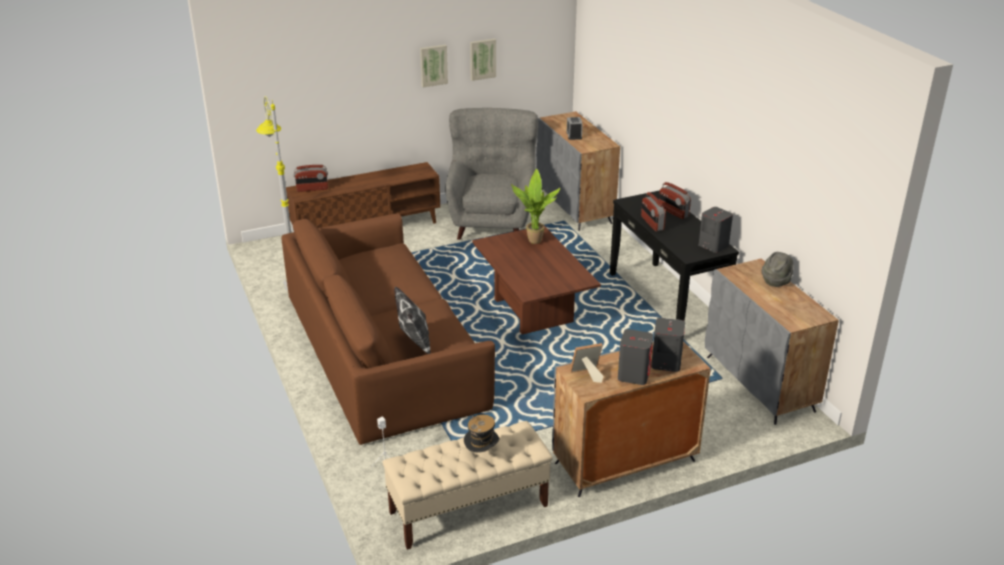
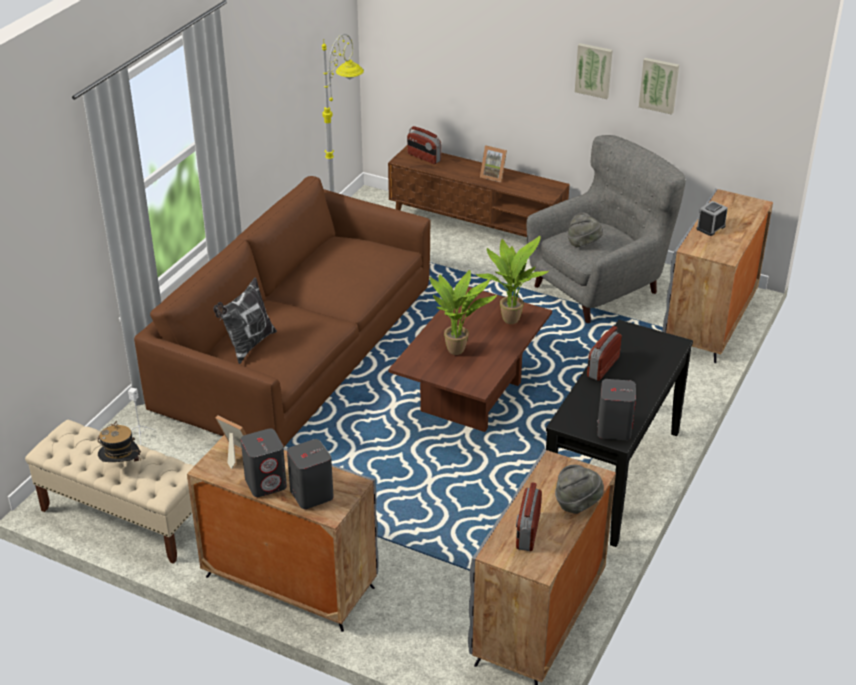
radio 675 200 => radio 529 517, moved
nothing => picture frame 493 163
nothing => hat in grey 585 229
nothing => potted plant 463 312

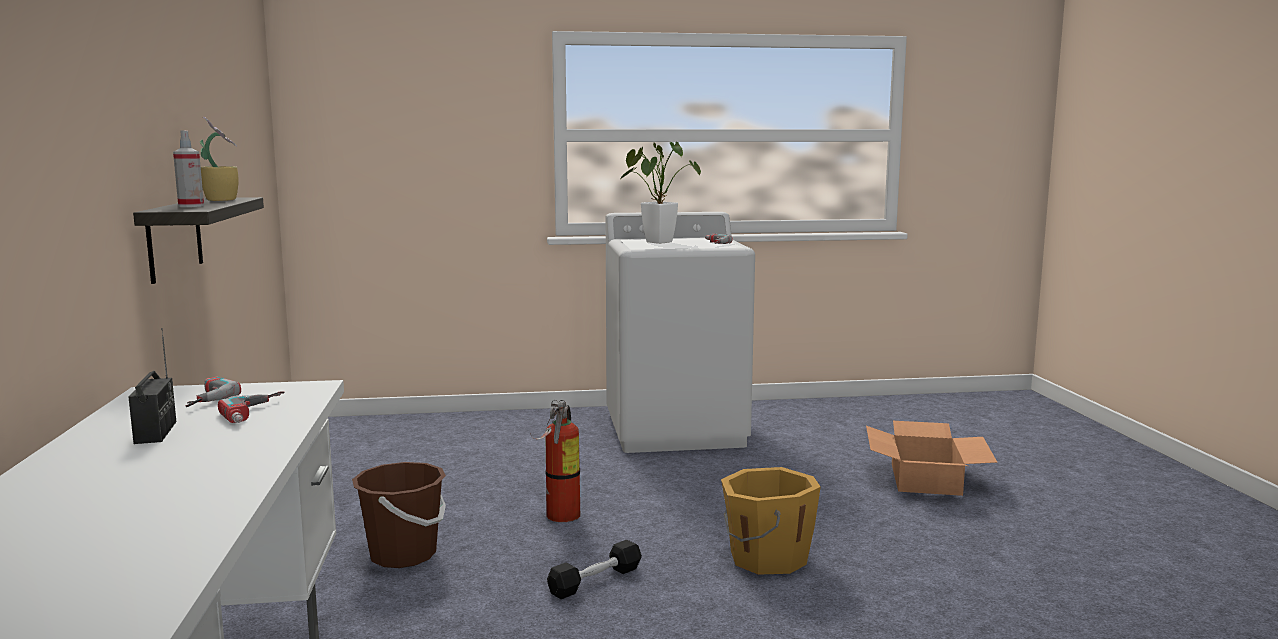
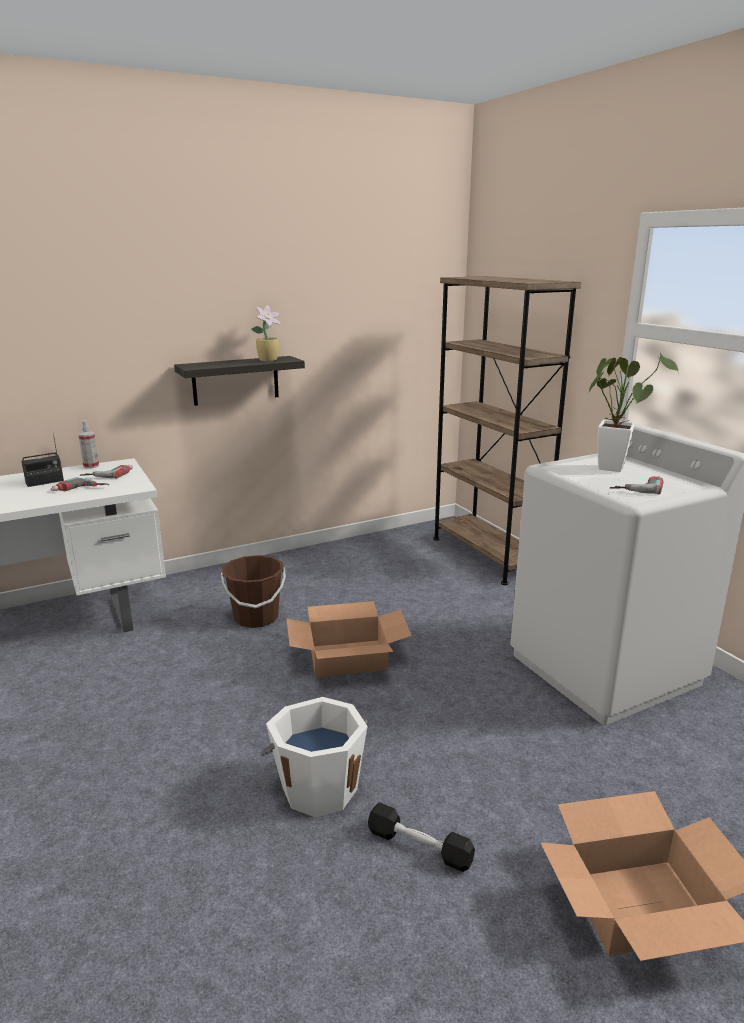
spray bottle 188 168 => spray bottle 88 444, moved
fire extinguisher 555 461 => cardboard box 349 639
bucket in orange 771 521 => bucket in white 314 757
dumbbell in black 594 569 => dumbbell in black 421 837, moved
nothing => bookcase in brown 507 430

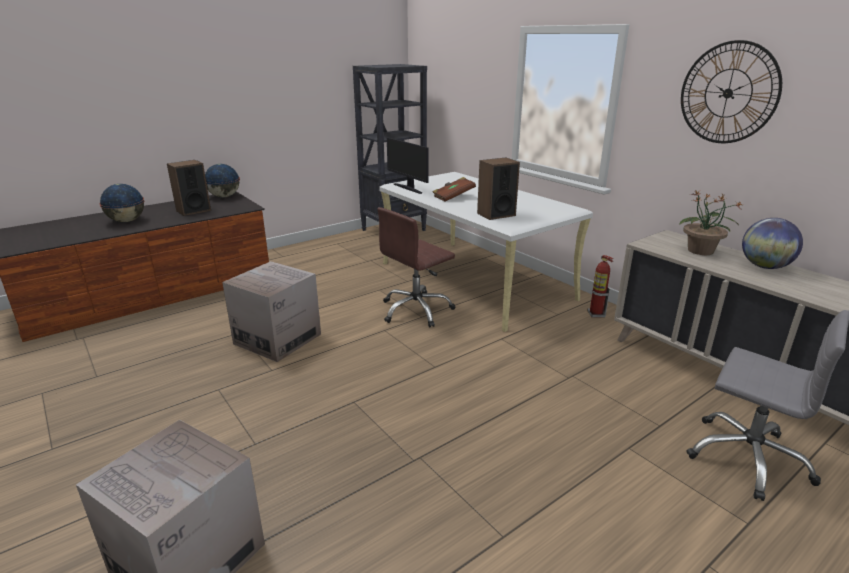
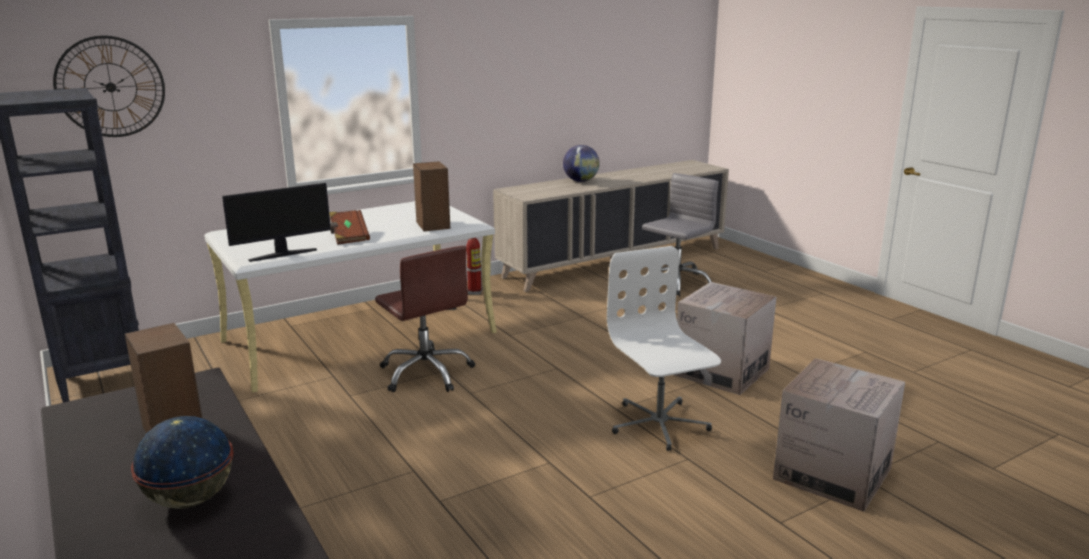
wall clock 731 91 => wall clock 109 86, moved
globe 222 181 => nothing
potted plant 710 223 => nothing
cardboard box 271 311 => cardboard box 725 338, moved
nothing => office chair in white 664 348

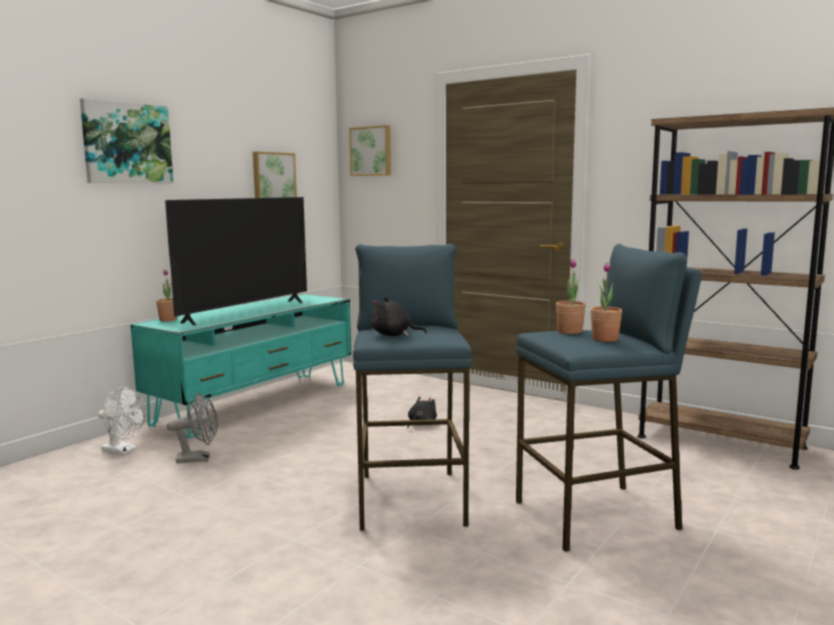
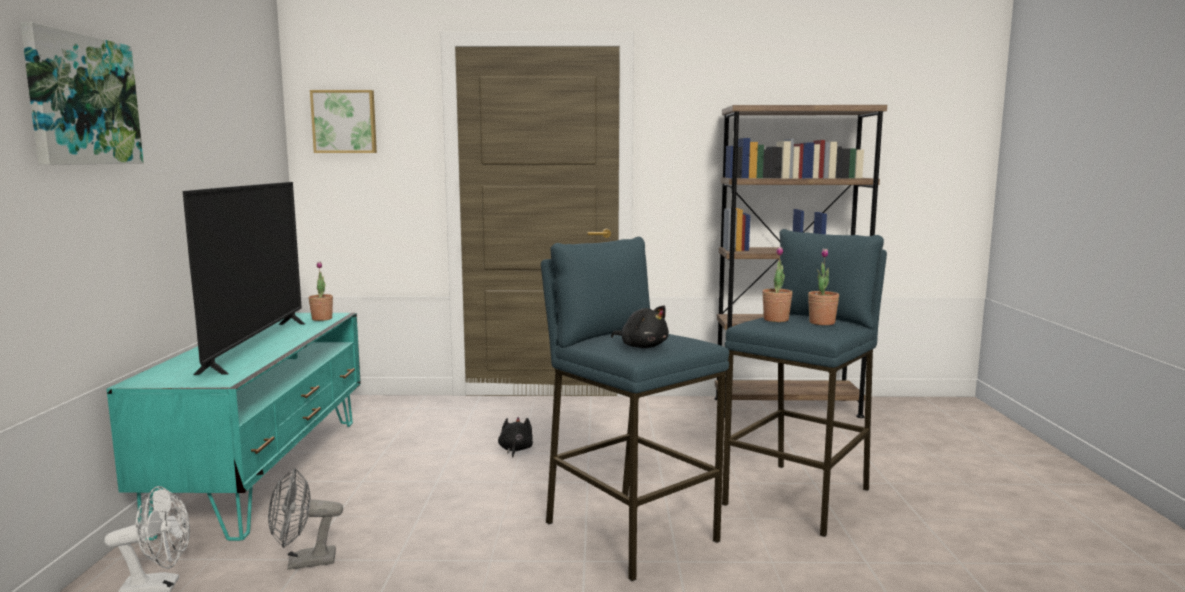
picture 275 174 => nothing
potted plant 166 295 => potted plant 320 291, moved
plush toy in black 398 316 => plush toy in black 640 327, 120 degrees counterclockwise
fan in grey 192 427 => fan in grey 305 519, 150 degrees counterclockwise

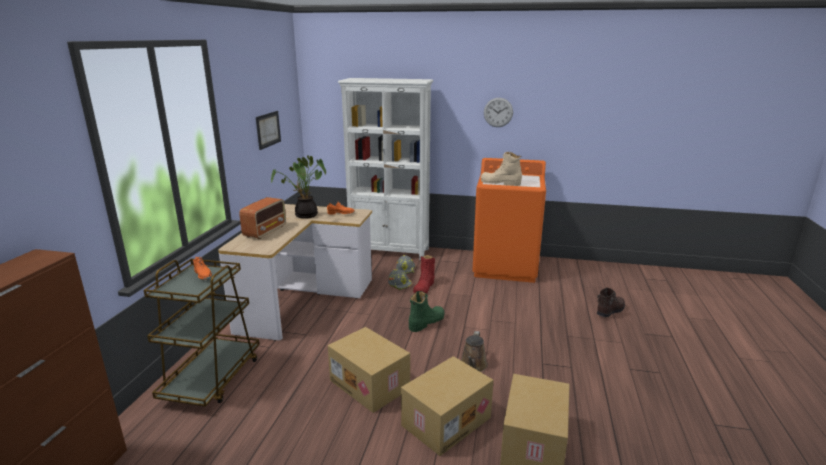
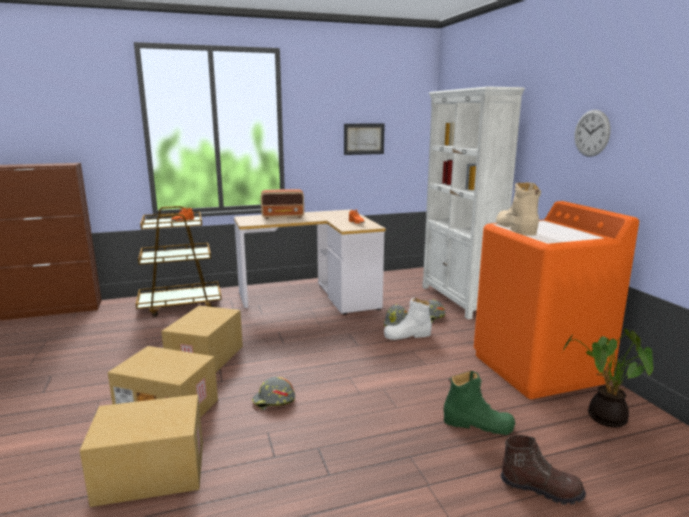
potted plant 298 187 => potted plant 608 378, moved
boot in red 424 274 => boot in white 408 318
boot in green 426 311 => boot in green 479 403, moved
watering can in brown 474 351 => hard hat in grey 273 393

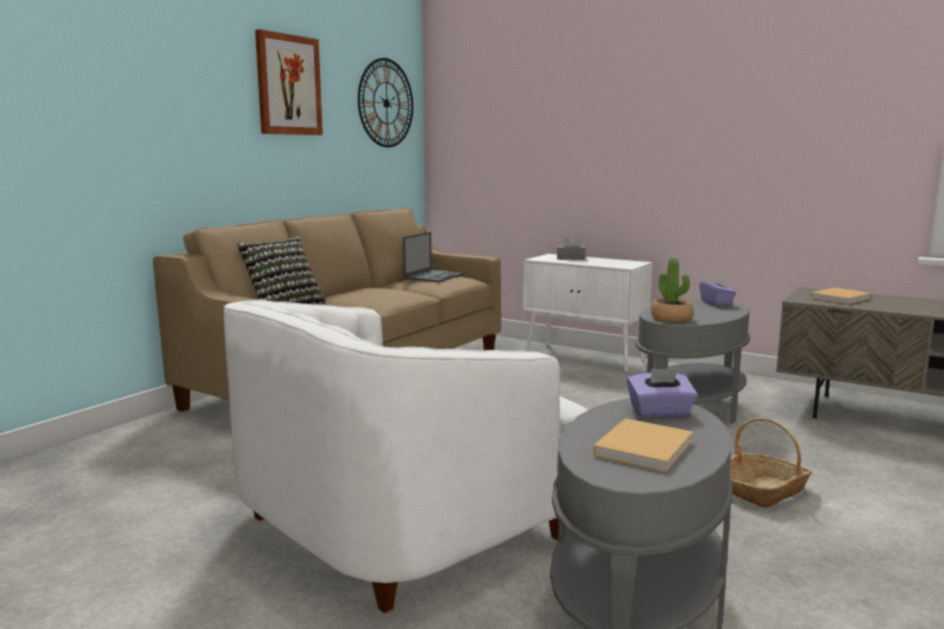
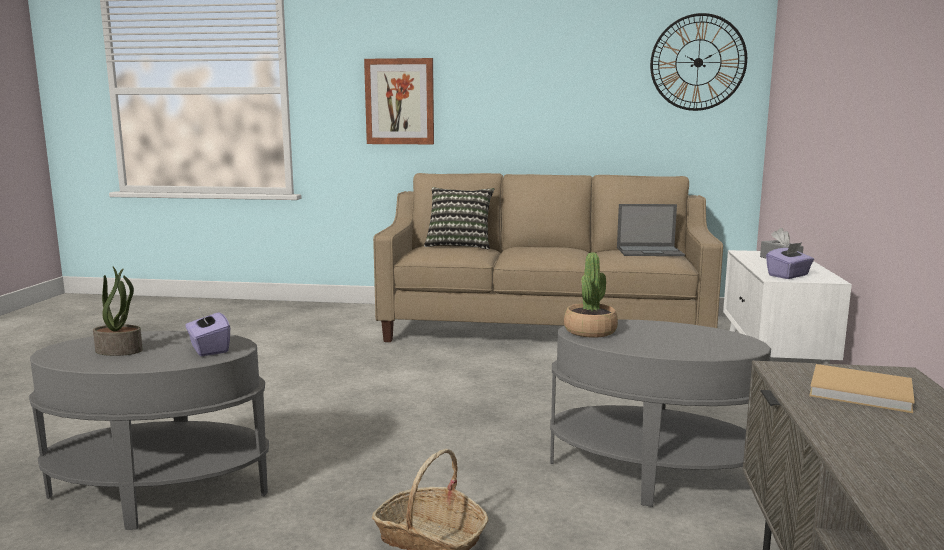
picture 289 82 => picture 399 101, moved
tissue box in purple 717 290 => tissue box in purple 790 260, moved
armchair in white 405 456 => nothing
book in beige 643 445 => potted plant 118 311

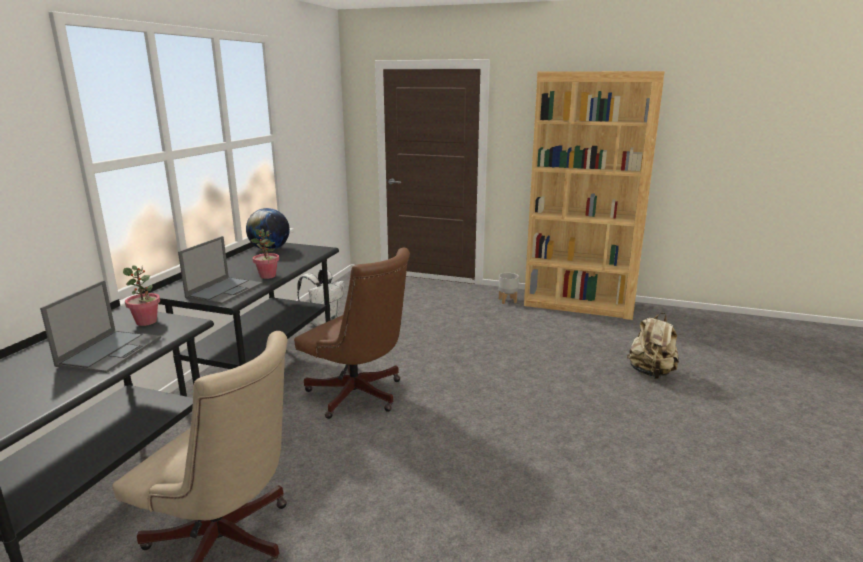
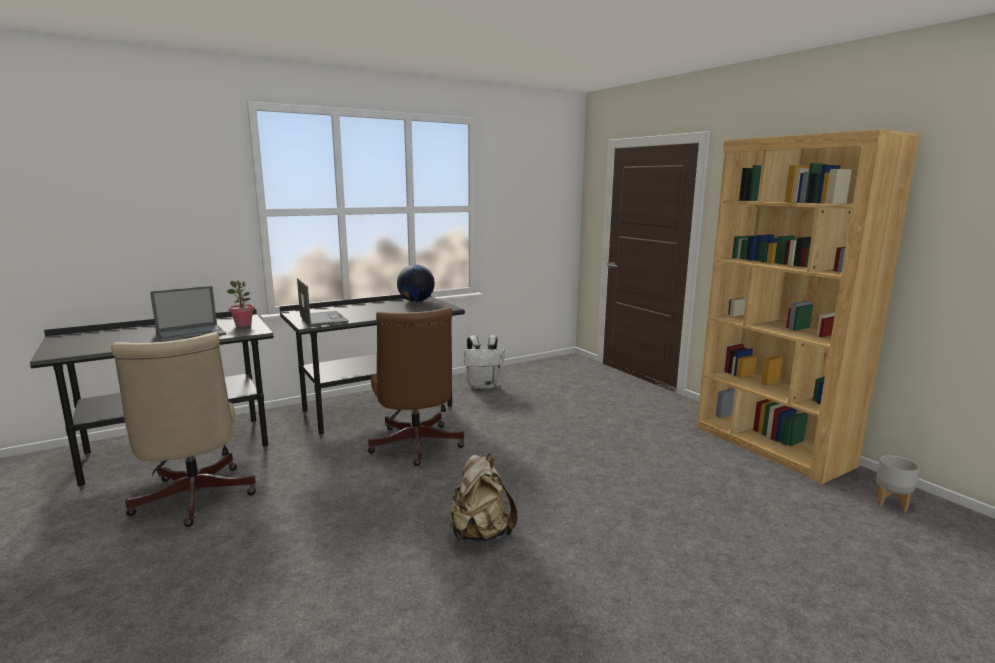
potted plant 264 254 => nothing
laptop 220 270 => laptop 323 302, 90 degrees counterclockwise
planter in grey 508 288 => planter in grey 897 483, moved
backpack in beige 653 346 => backpack in beige 483 498, moved

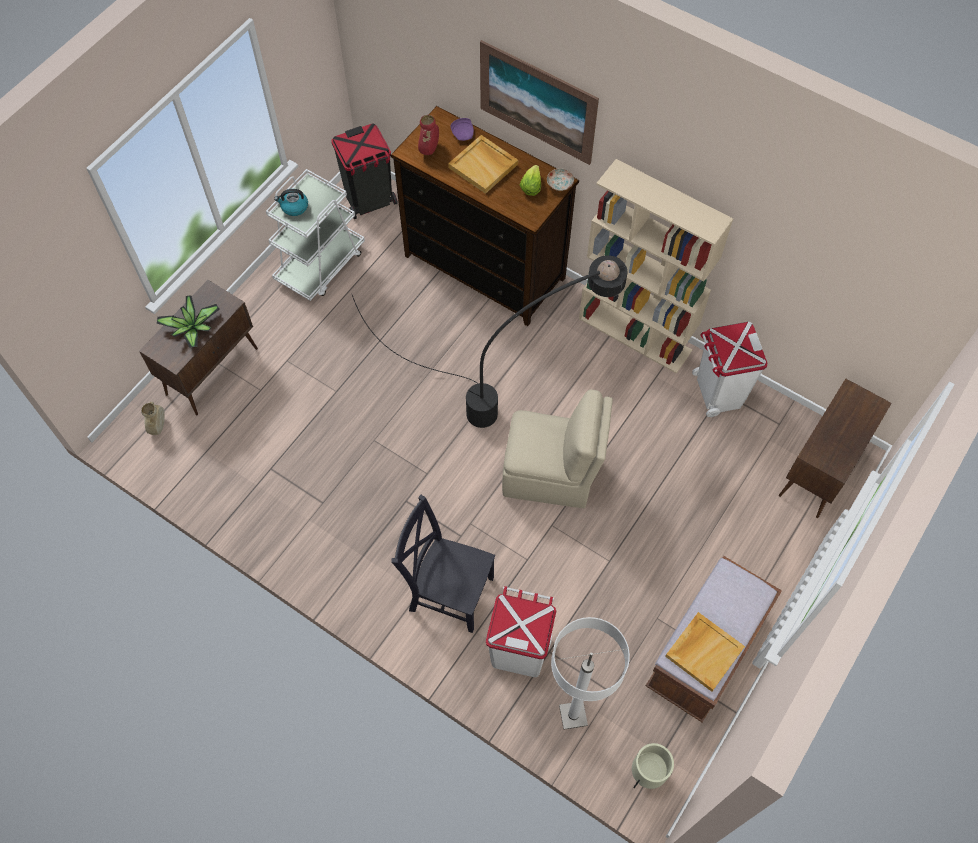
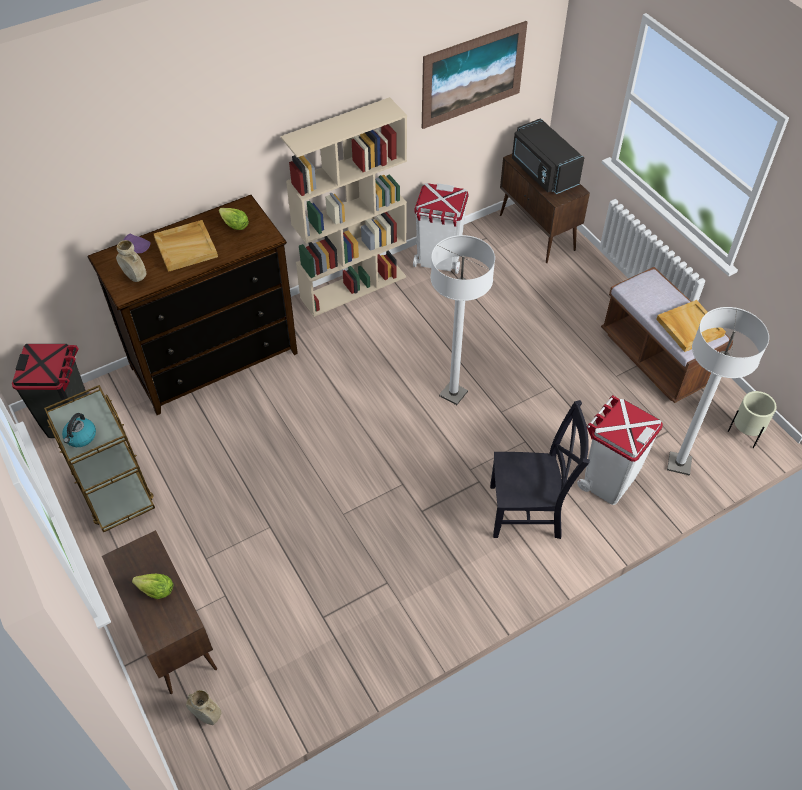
picture 539 102 => picture 474 75, moved
vase in red 428 135 => vase in beige 131 261
plate 560 179 => nothing
cart in white 315 235 => cart in brown 99 458
floor lamp in black 489 341 => nothing
potted plant 188 321 => lettuce 152 586
chair in beige 557 448 => floor lamp in white 462 320
chair in black 443 564 => chair in black 540 469, 135 degrees counterclockwise
nothing => microwave in black 548 156

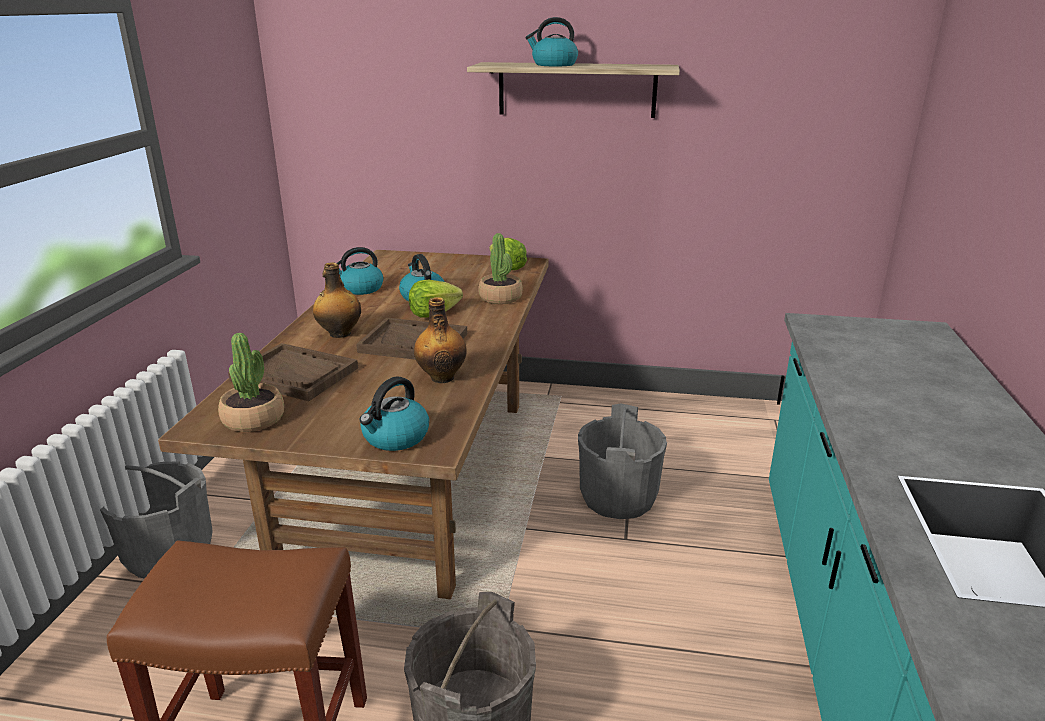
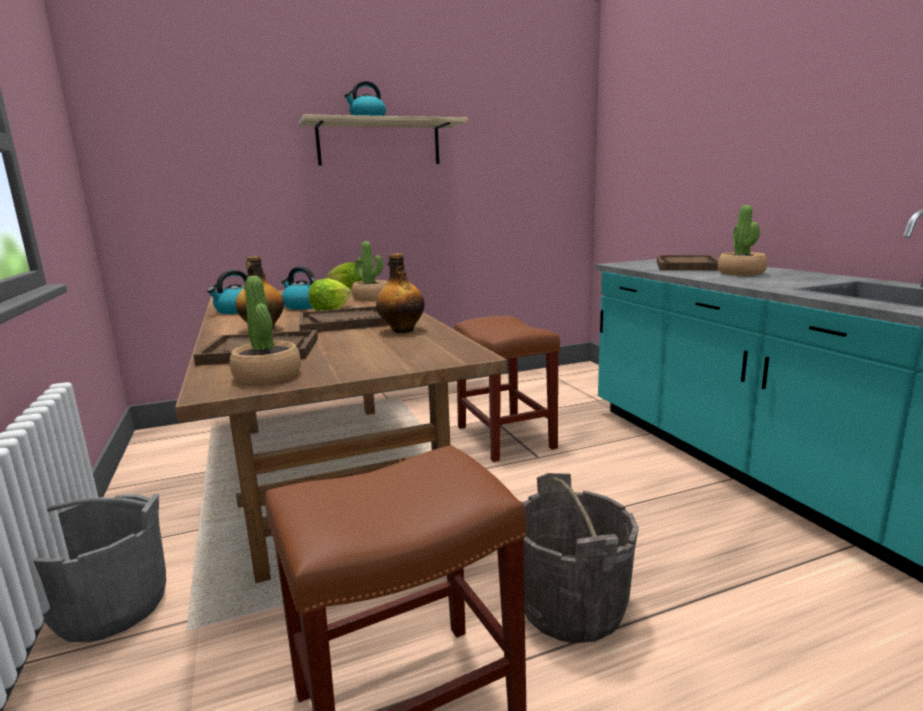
kettle 394 414 => nothing
bucket in grey 622 461 => stool in brown 507 389
nothing => potted plant 742 240
nothing => tray in brown 687 262

